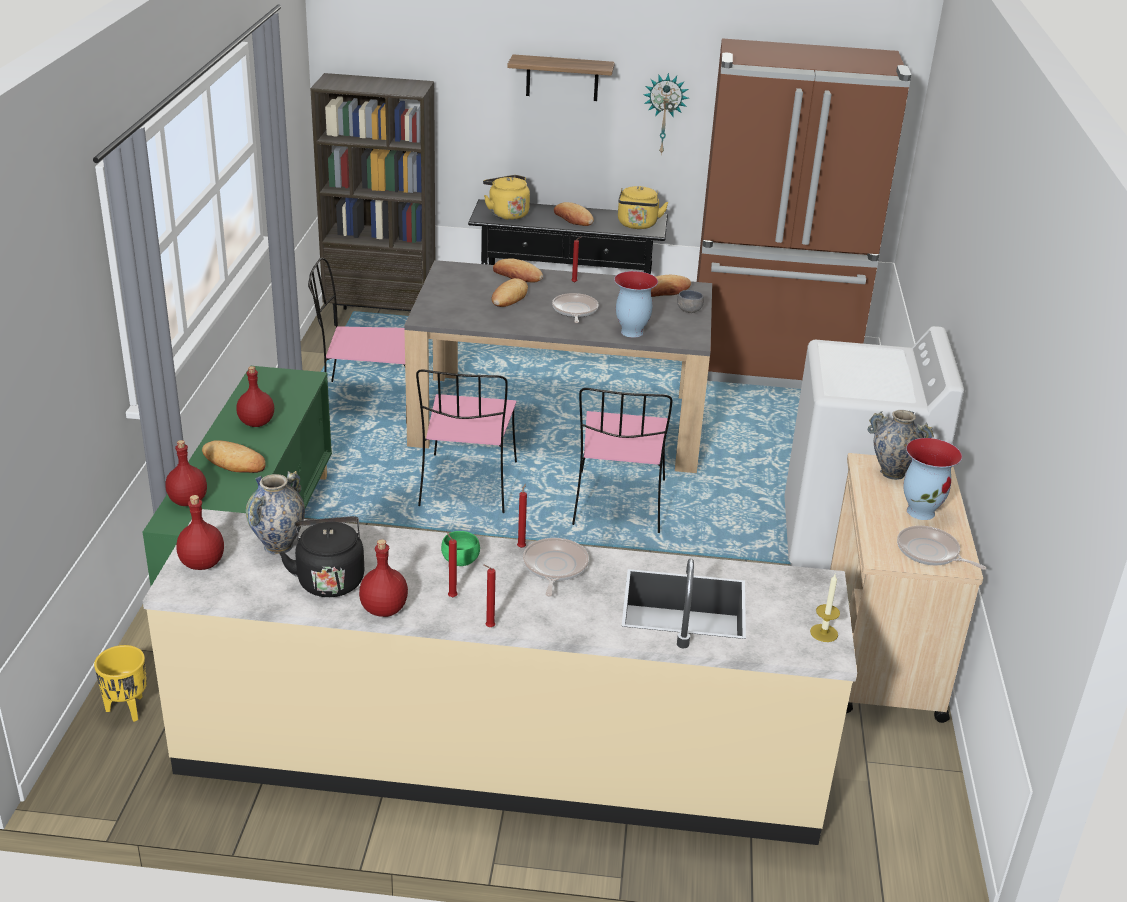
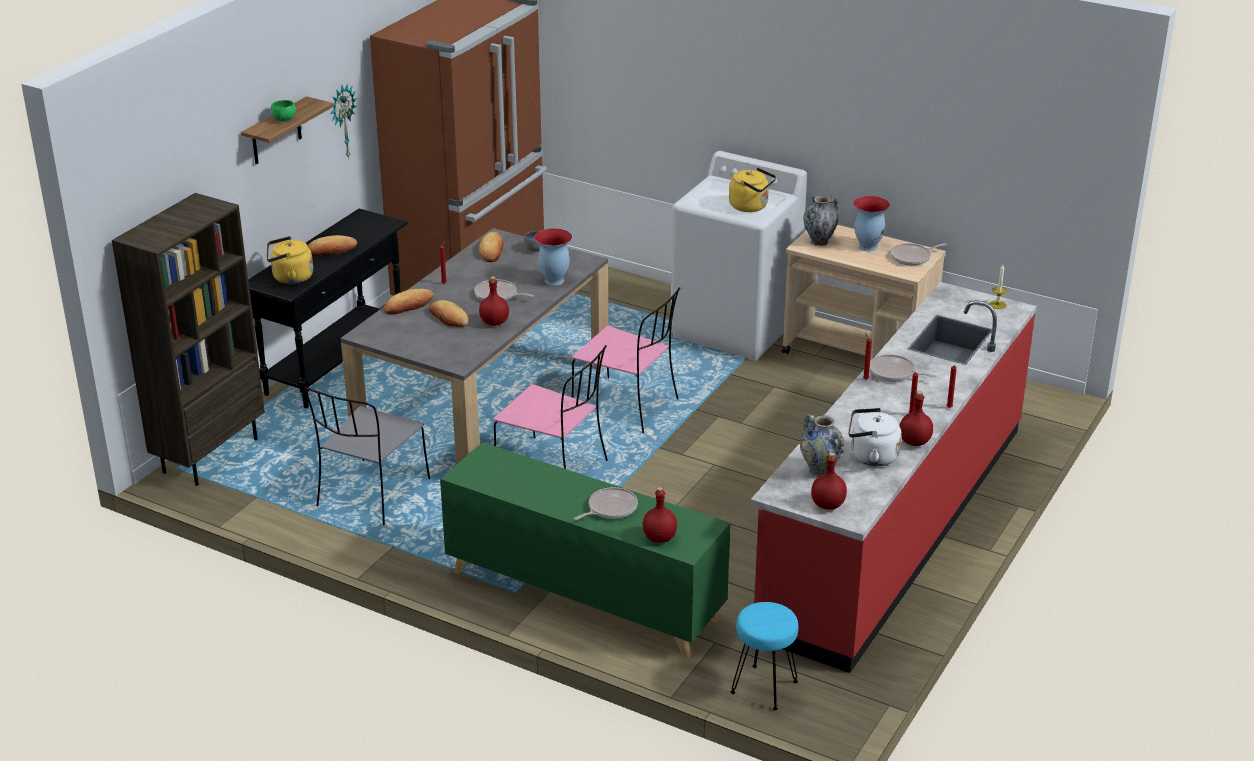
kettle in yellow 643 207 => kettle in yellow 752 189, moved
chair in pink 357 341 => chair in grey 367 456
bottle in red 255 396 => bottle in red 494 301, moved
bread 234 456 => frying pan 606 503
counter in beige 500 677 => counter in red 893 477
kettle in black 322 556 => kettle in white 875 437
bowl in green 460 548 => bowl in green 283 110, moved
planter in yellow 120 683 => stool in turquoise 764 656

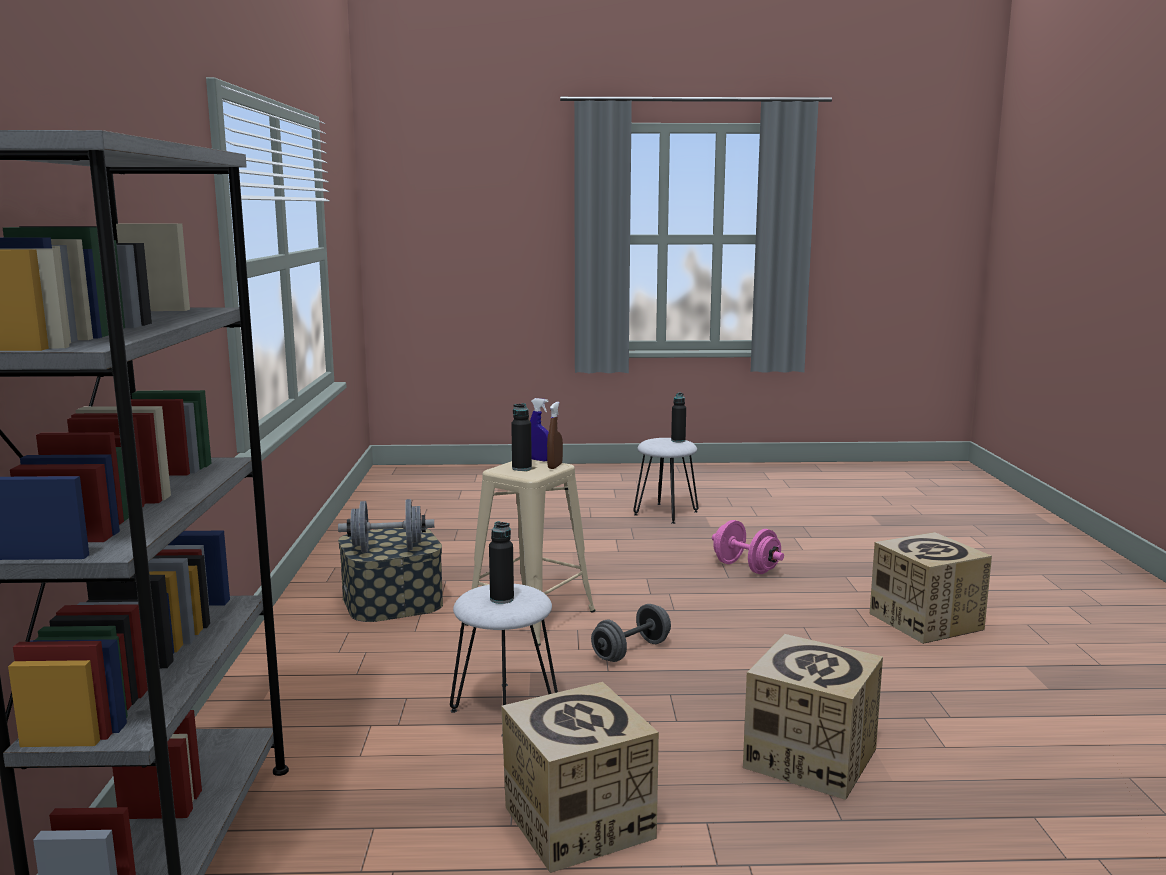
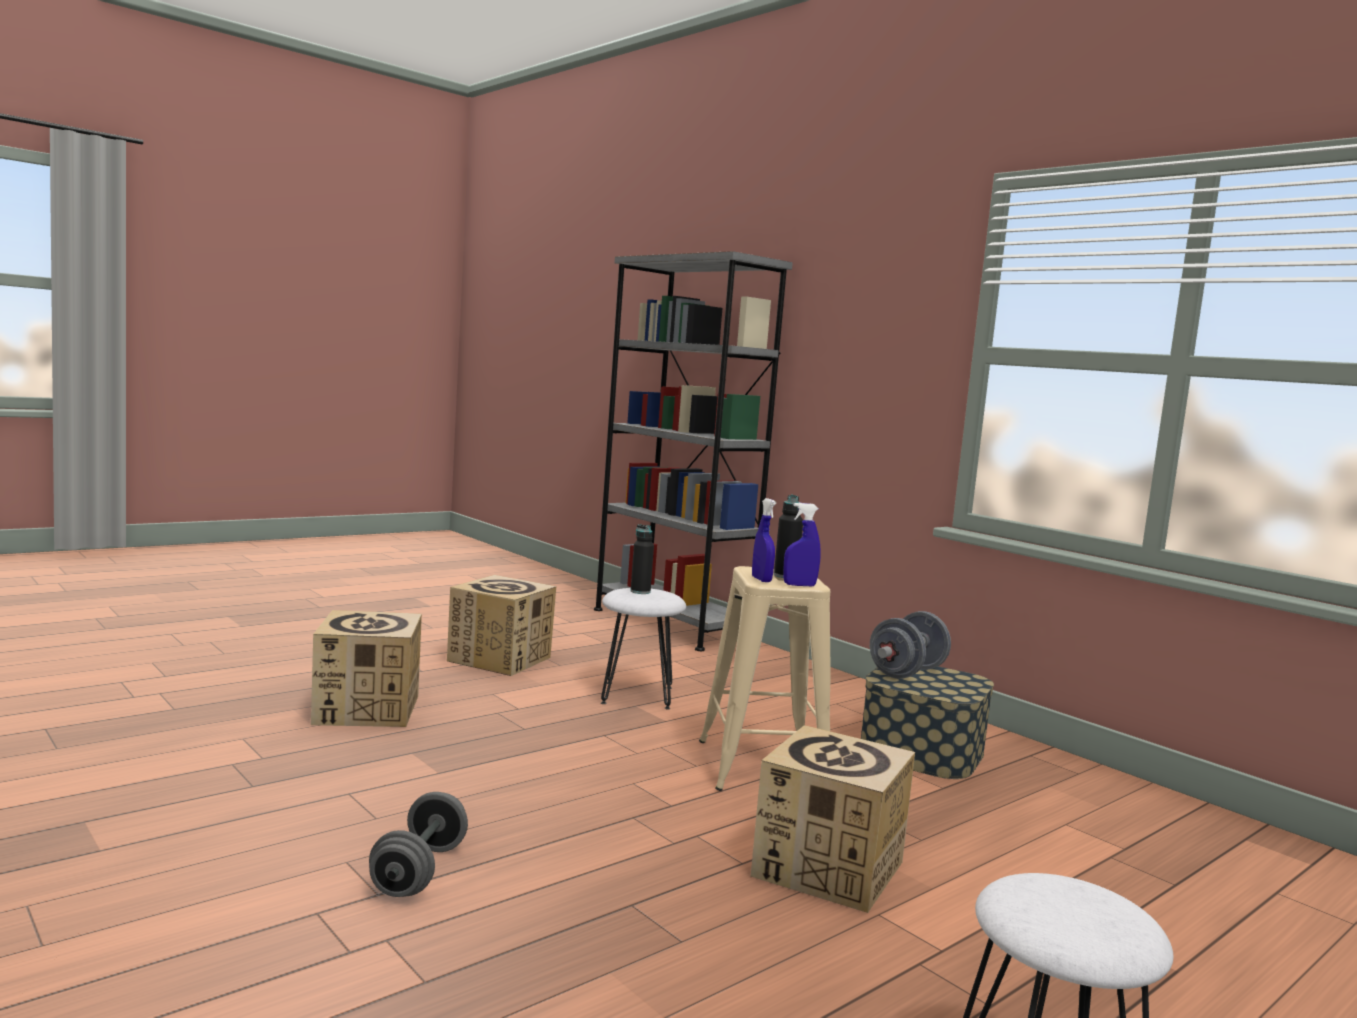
bottle in black 678 417 => nothing
spray bottle in brown 555 435 => spray bottle in blue 764 540
dumbbell in pink 748 547 => nothing
cardboard box 931 588 => cardboard box 833 819, moved
dumbbell in grey 631 633 => dumbbell in grey 418 844, moved

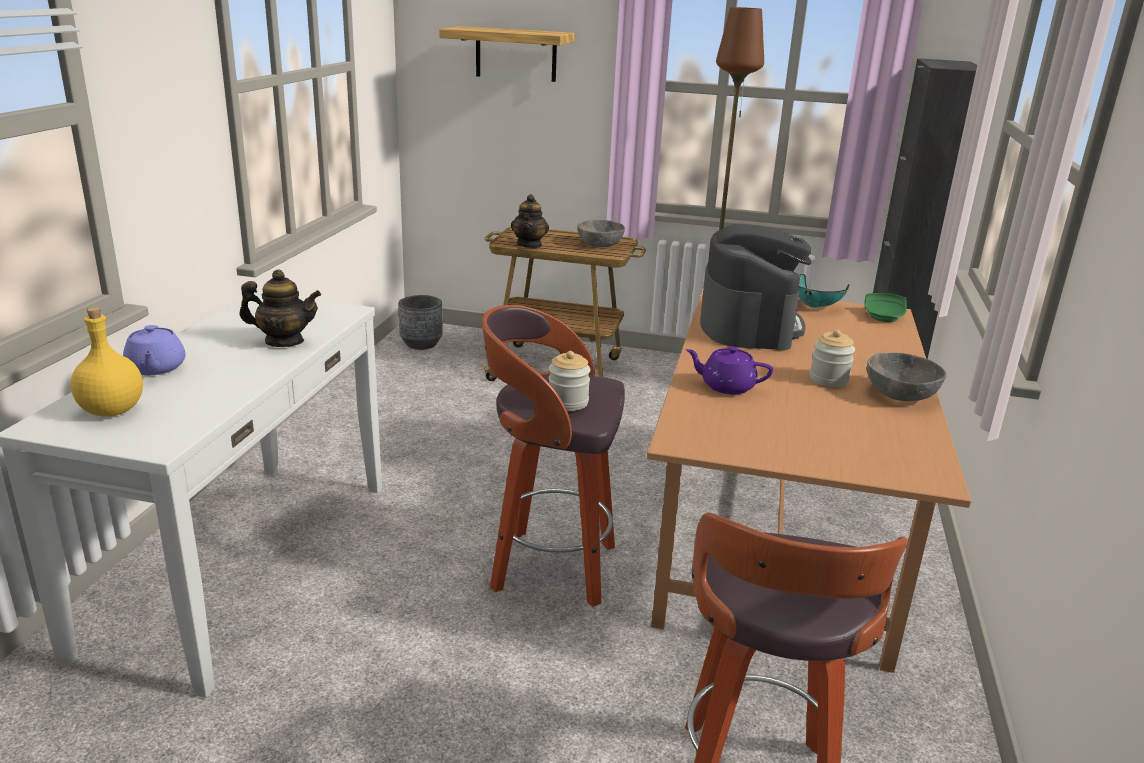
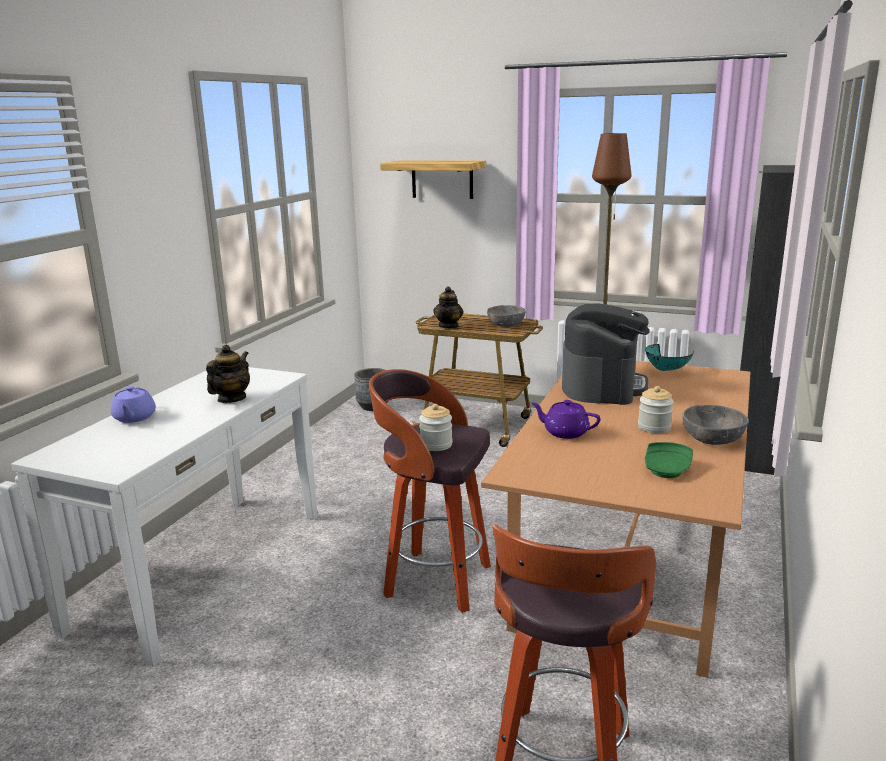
teapot 280 308 => teapot 228 374, 75 degrees counterclockwise
plate in green 885 307 => plate in green 669 460, moved
bottle in yellow 107 362 => nothing

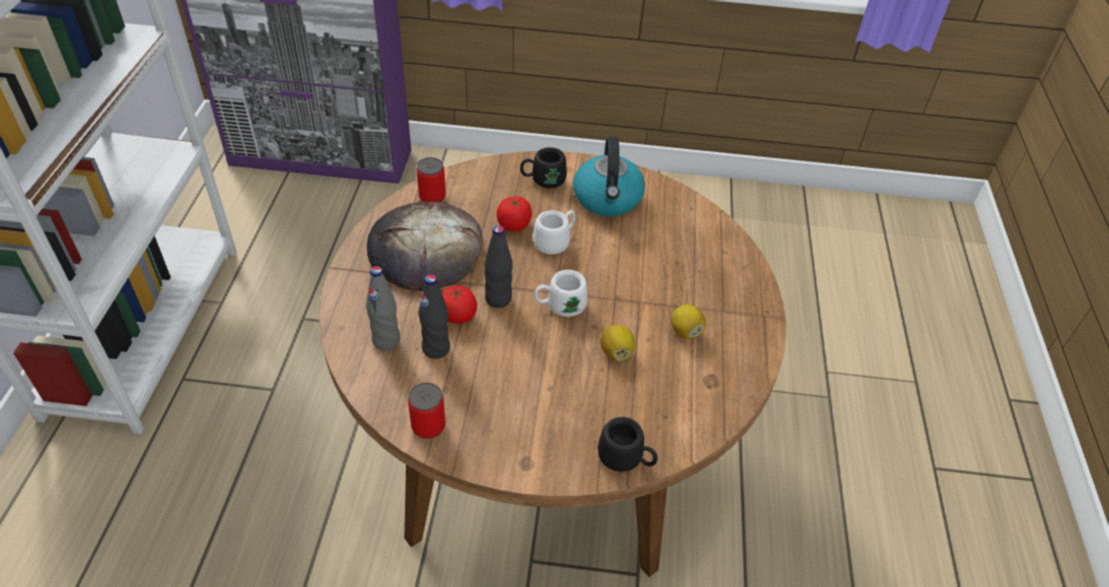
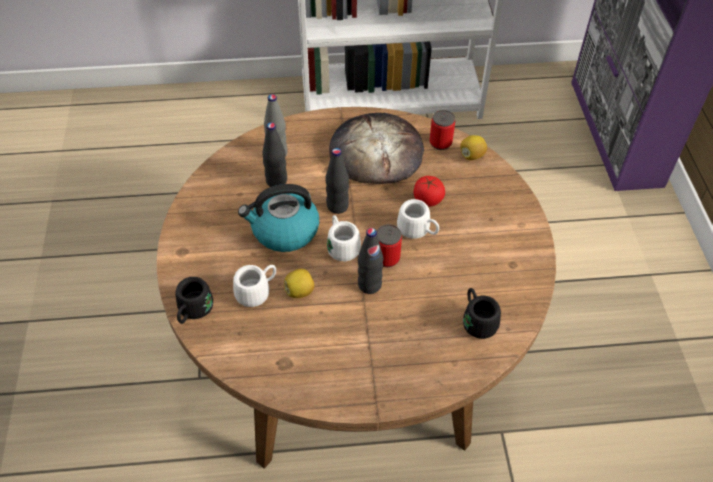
kettle 609 176 => kettle 278 218, moved
mug in black 543 167 => mug in black 482 313, moved
tomato 459 305 => nothing
lemon 688 321 => lemon 473 147, moved
can 427 411 => can 389 245, moved
nothing => bottle in black 370 261
nothing => mug in white 254 286

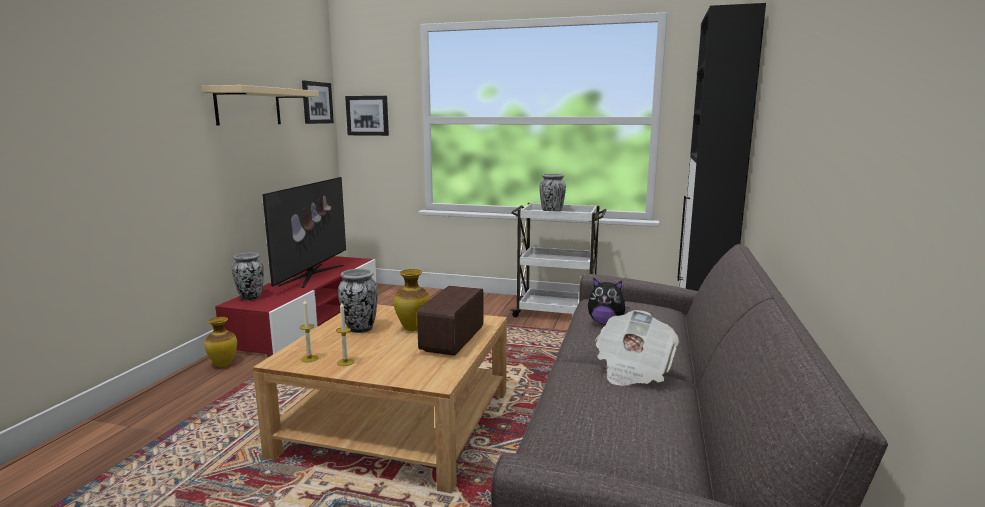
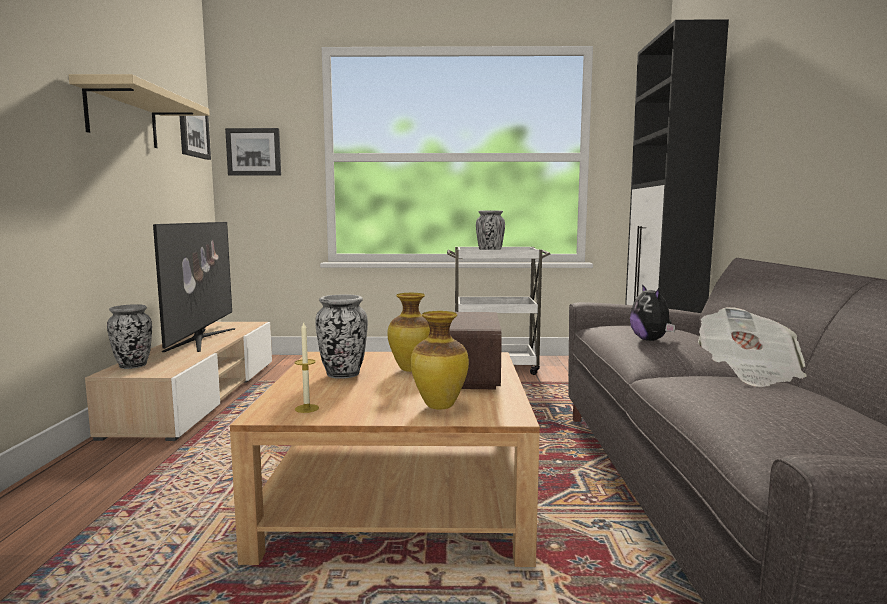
tv stand in red 296 306 => tv stand in beige 178 381
plush toy 609 301 => plush toy 652 312, 75 degrees clockwise
candle 345 334 => nothing
vase 220 342 => vase 440 360, moved

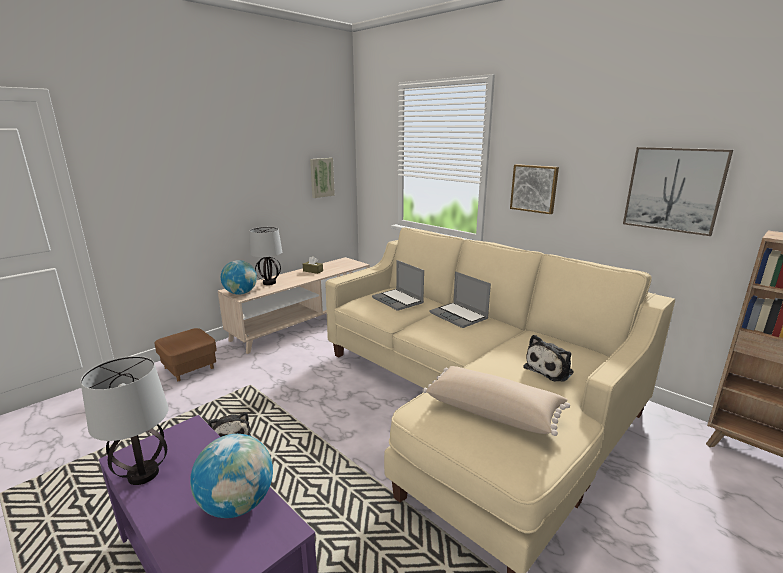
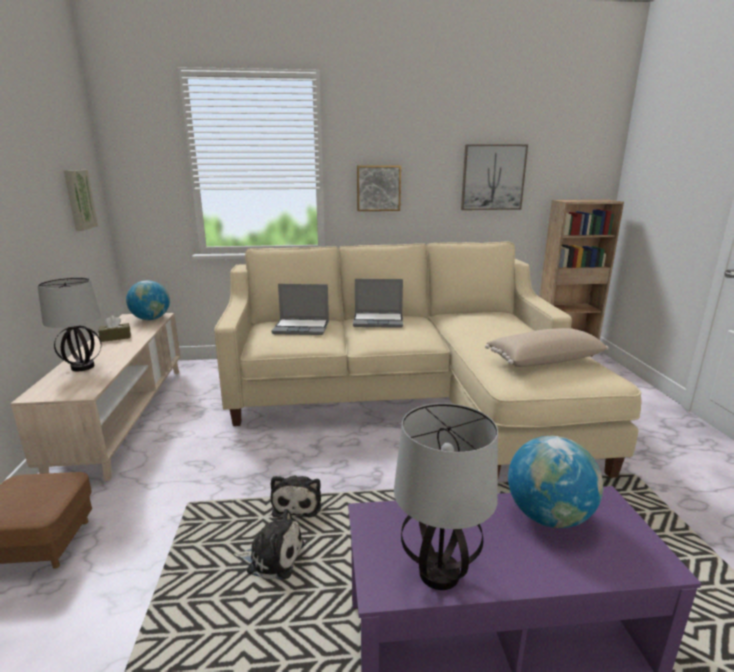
globe 239 277 => globe 148 300, moved
plush toy 548 358 => plush toy 296 496, moved

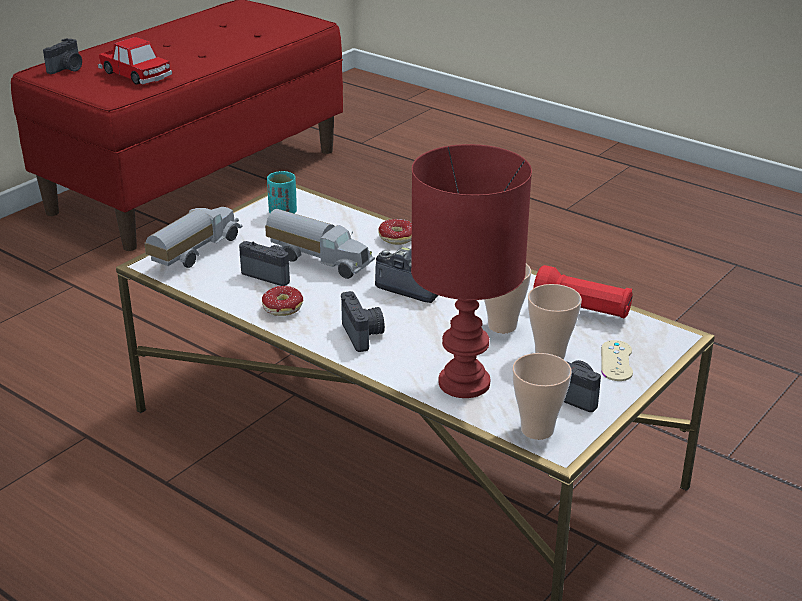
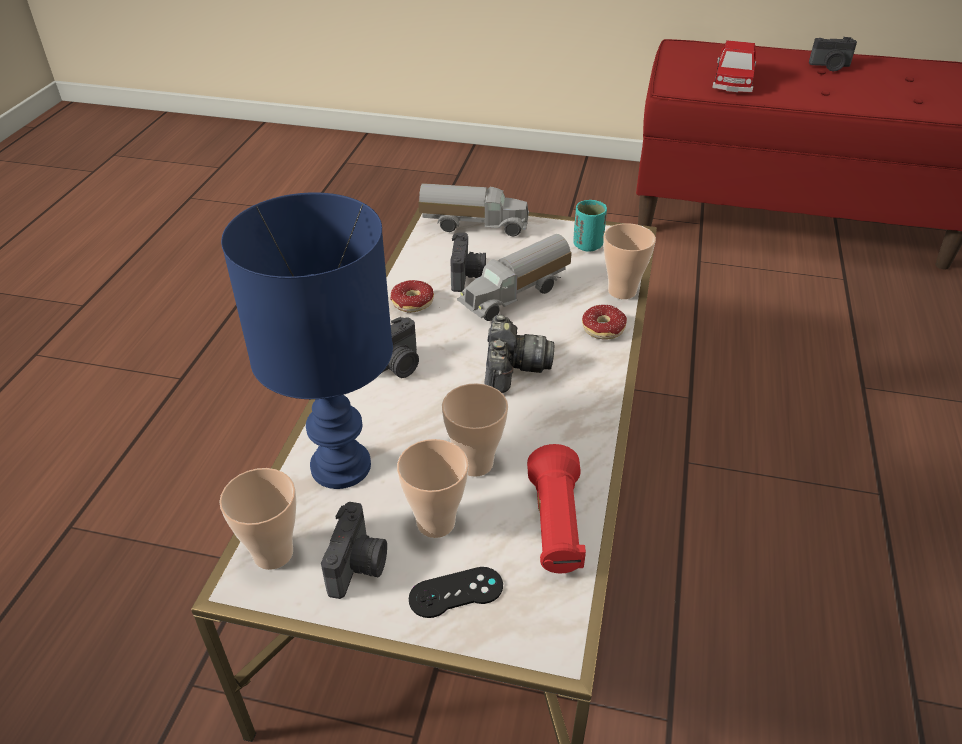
photo camera 62 56 => photo camera 833 54, moved
table lamp in red 471 271 => table lamp in blue 307 340
toy truck 320 244 => toy truck 514 277, 45 degrees clockwise
game controller in beige 617 360 => game controller in black 456 592
nothing => cup 629 261

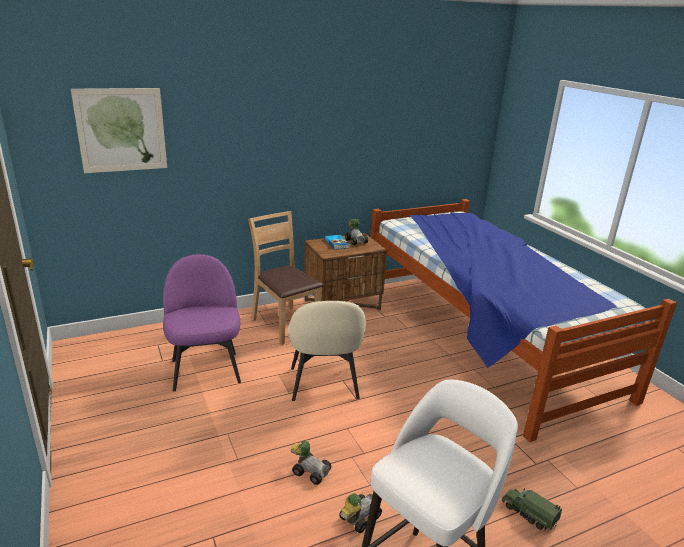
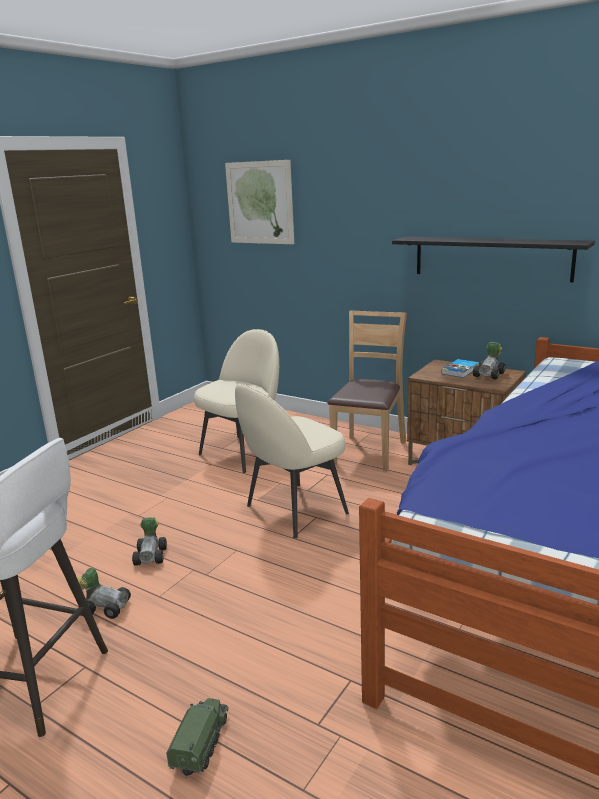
chair in purple 202 322 => chair in beige 236 401
nothing => shelf in black 493 259

